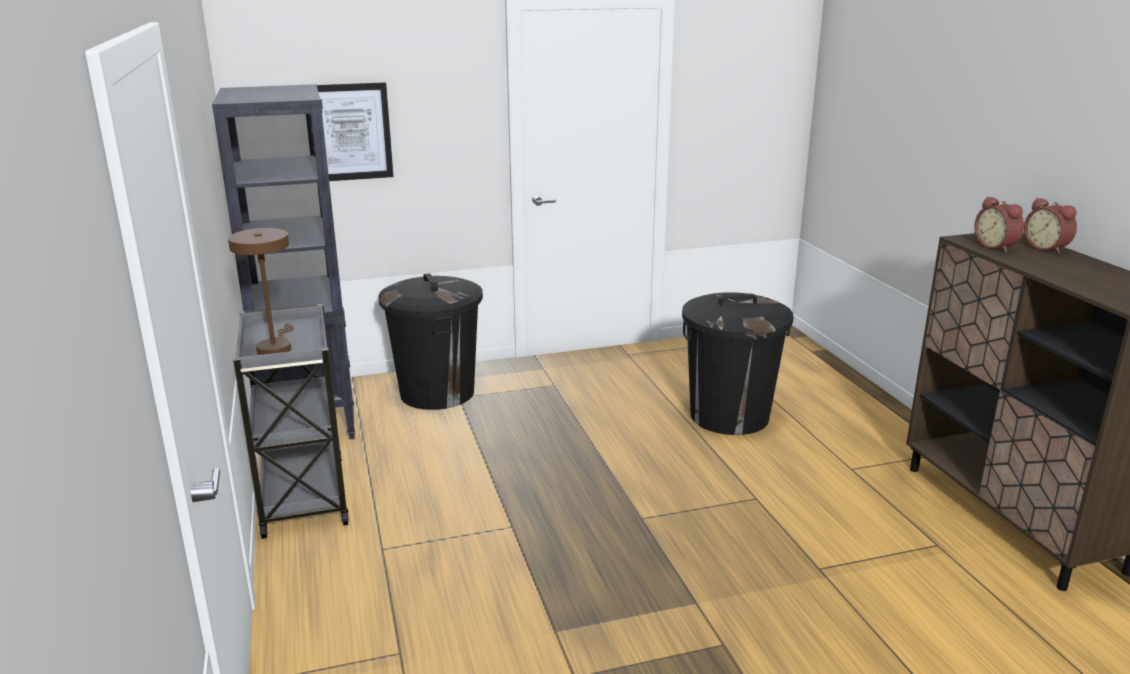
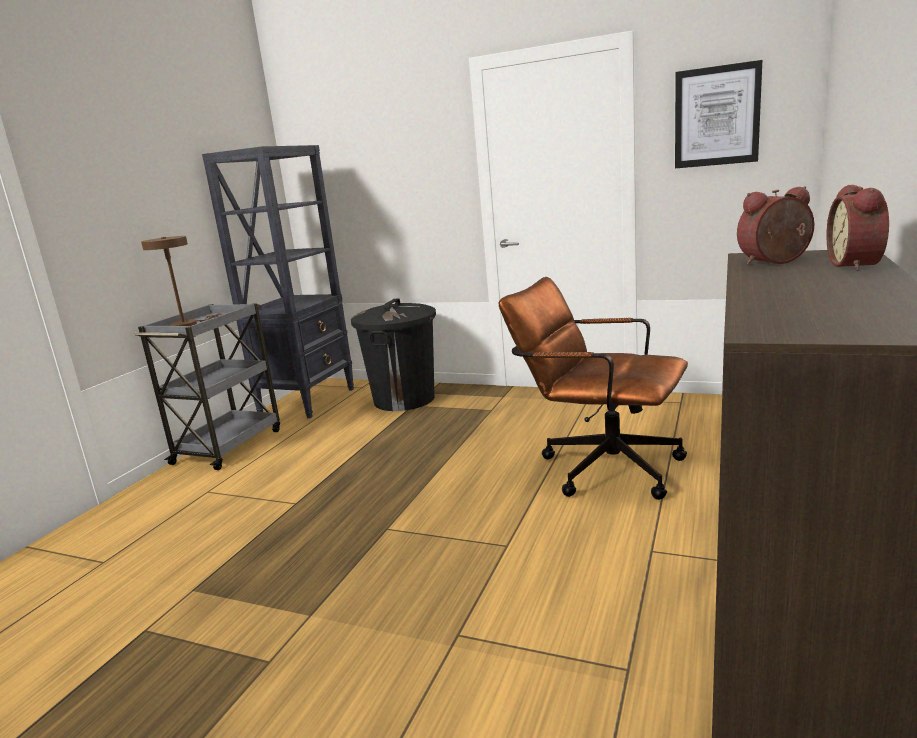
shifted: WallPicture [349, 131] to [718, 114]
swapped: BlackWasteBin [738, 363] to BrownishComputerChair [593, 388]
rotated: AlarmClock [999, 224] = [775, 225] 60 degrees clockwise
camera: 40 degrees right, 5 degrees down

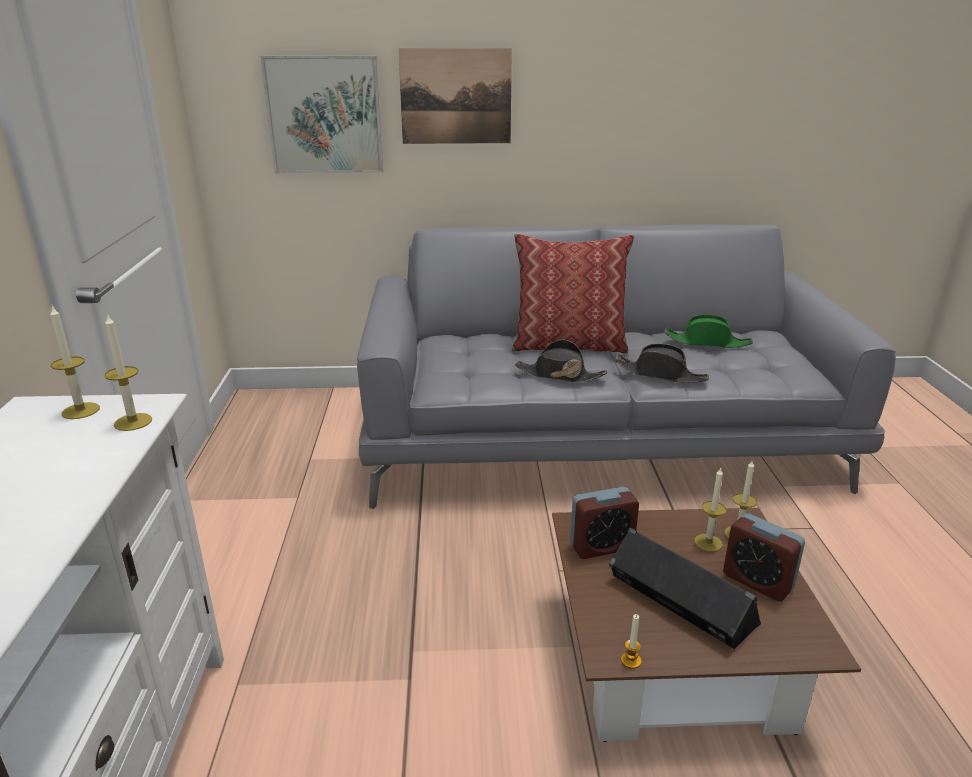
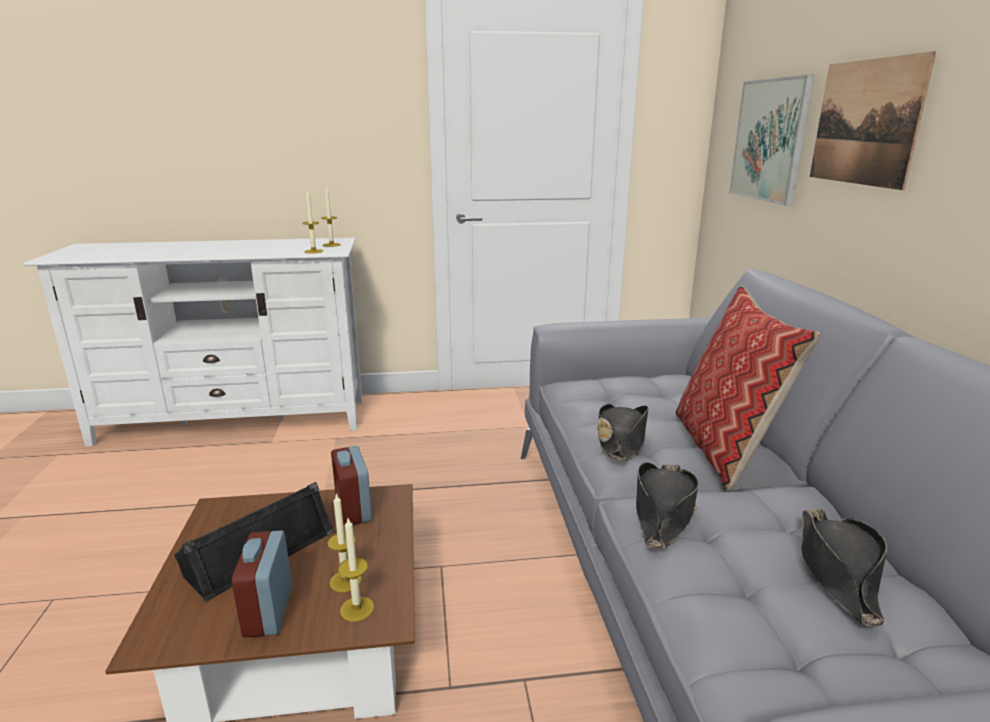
gone: Candle [631, 641]
repainted: GreenColouredHat [708, 331] to BlackHat [844, 567]
rotated: AlarmClock [764, 557] = [262, 583] 45 degrees counterclockwise
camera: 85 degrees right, 5 degrees down

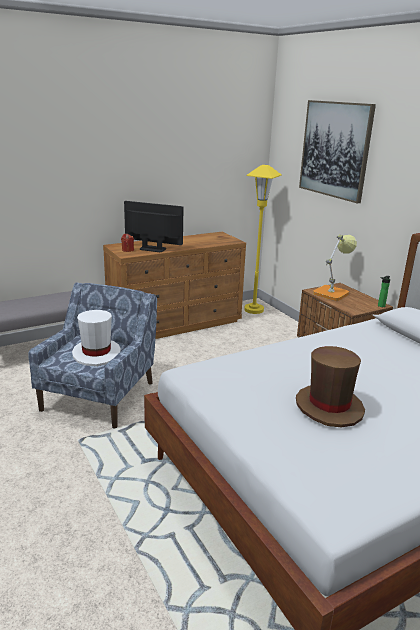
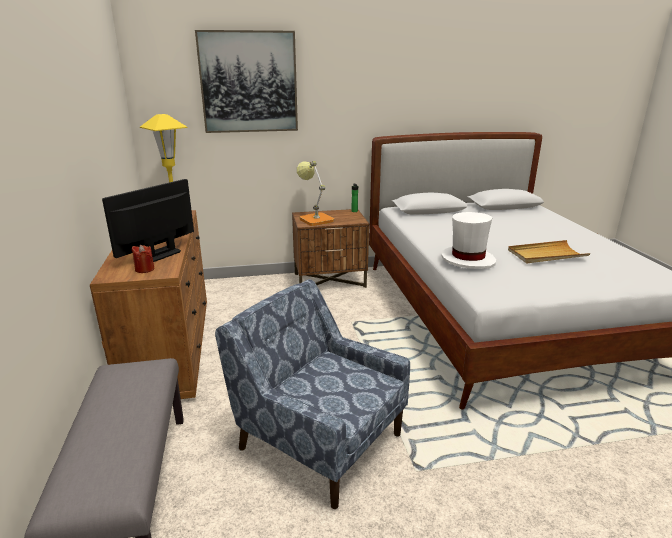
shifted: WhitishHat [96, 338] to [468, 240]
swapped: BrownishHat [330, 387] to BeigeTray [549, 251]
camera: 70 degrees left, 0 degrees up

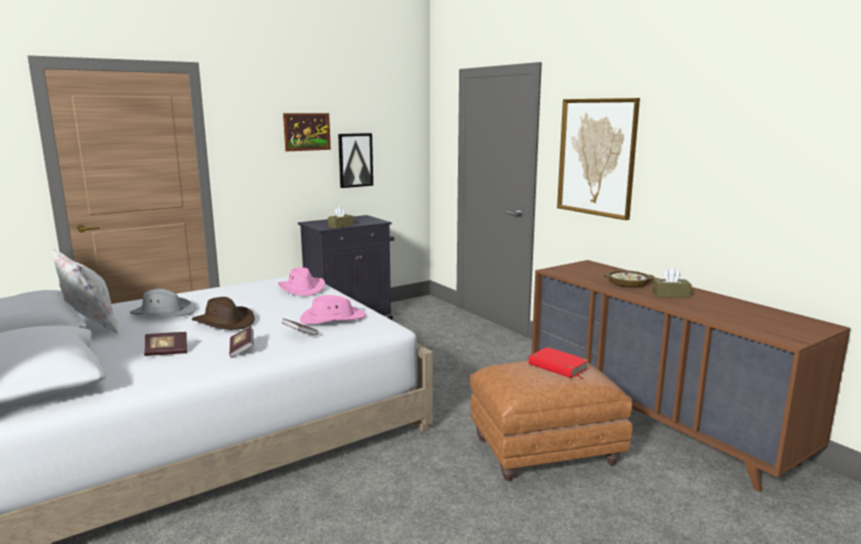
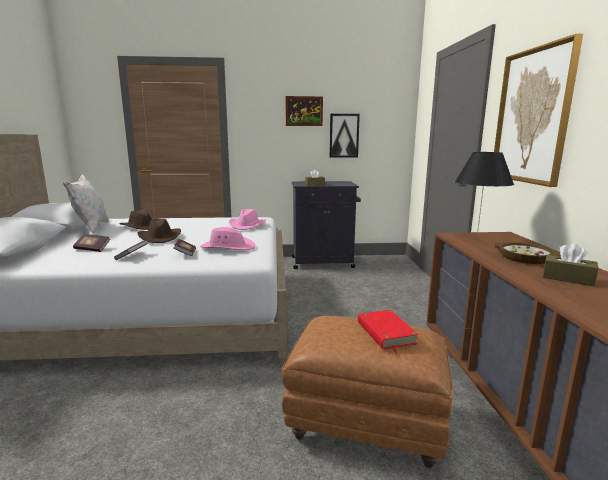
new: BlackTabletopLamp [484, 194]
repainted: GreyishHat [163, 302] to BrownishHat [139, 220]
camera: 30 degrees right, 0 degrees up

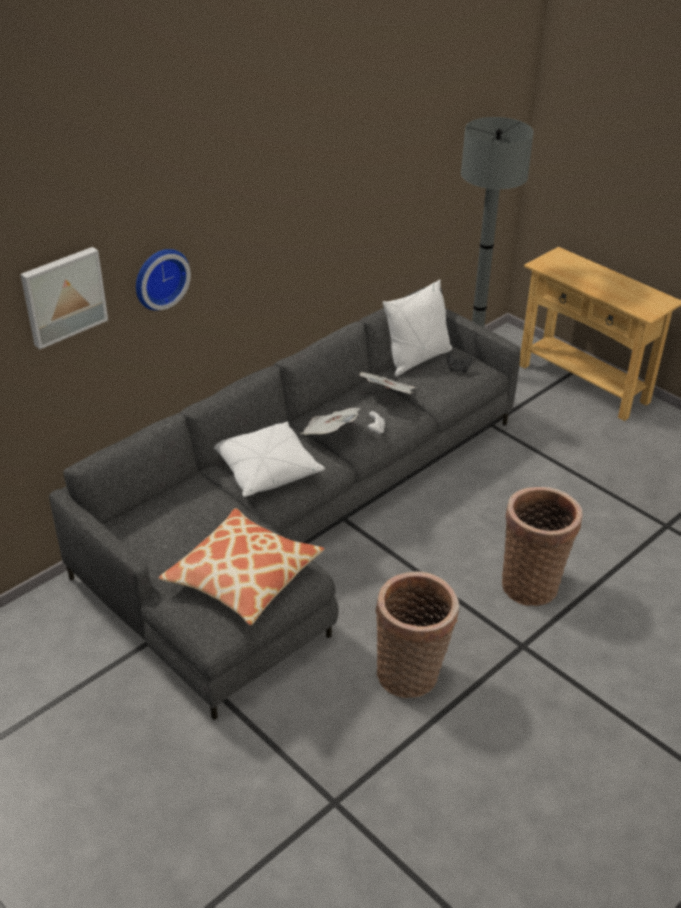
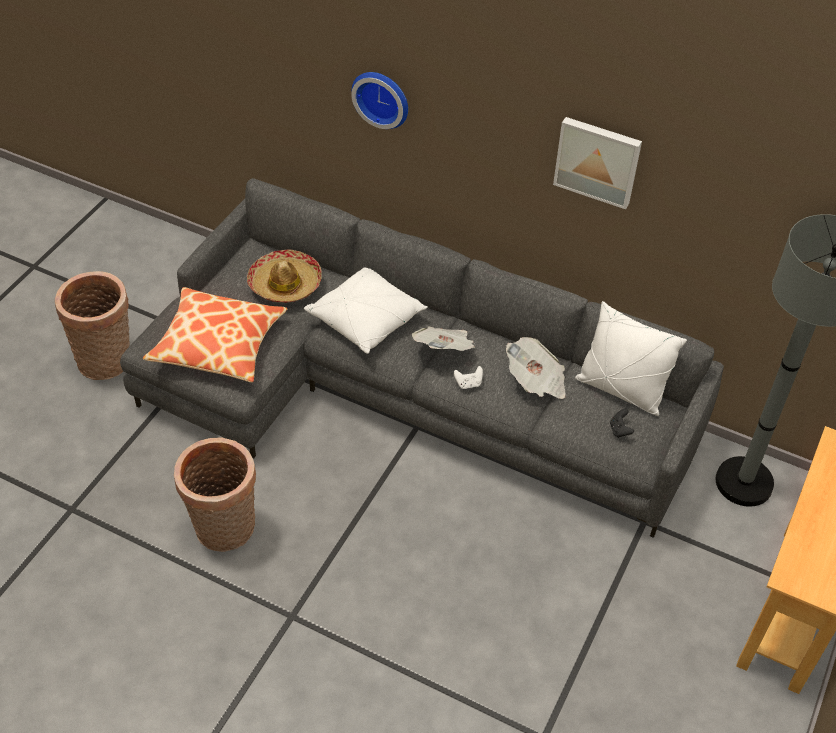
new: Hat [284, 276]
shifted: WallPicture [64, 298] to [597, 163]; Basket [542, 546] to [92, 325]
camera: 70 degrees right, 10 degrees up

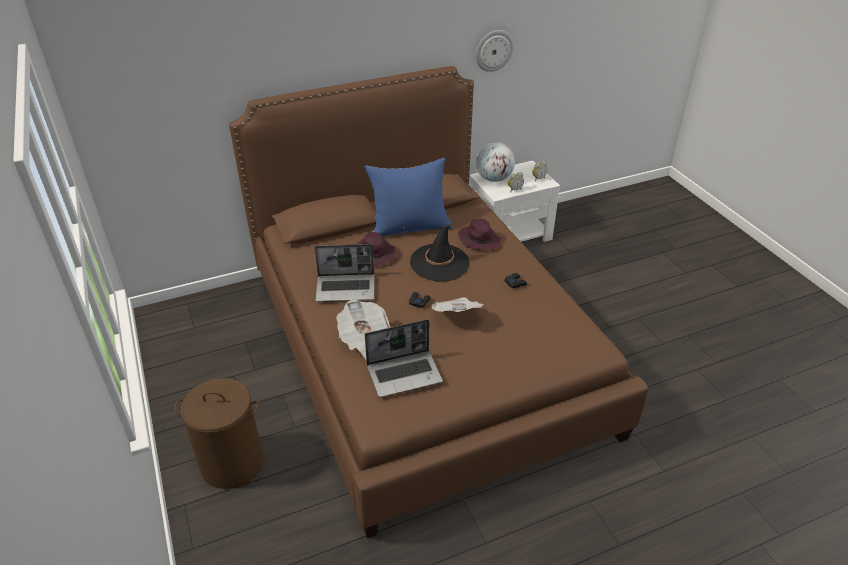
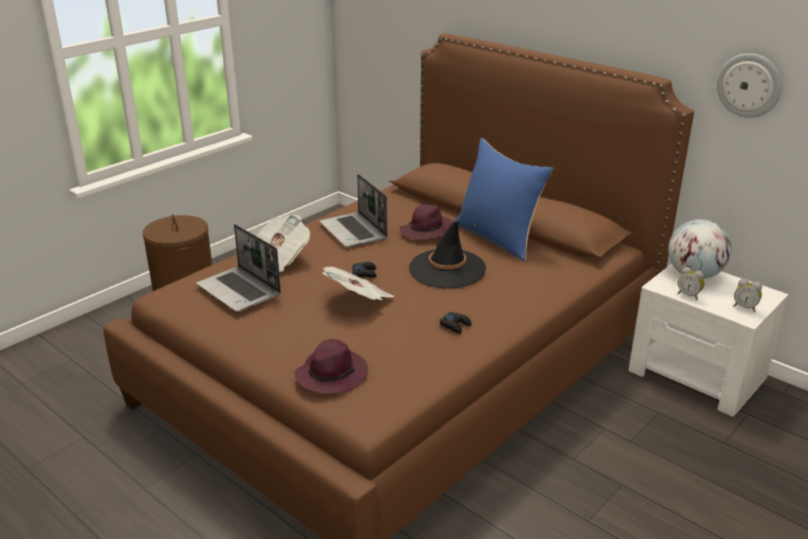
shifted: PurpleColouredHat [479, 234] to [331, 366]
camera: 65 degrees right, 10 degrees down

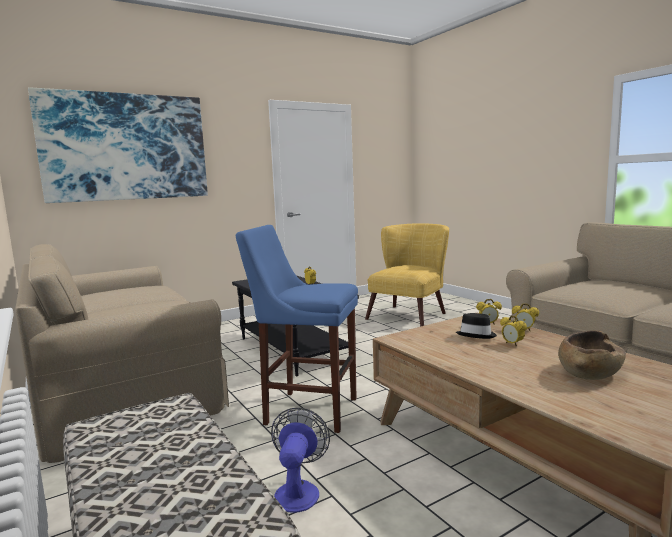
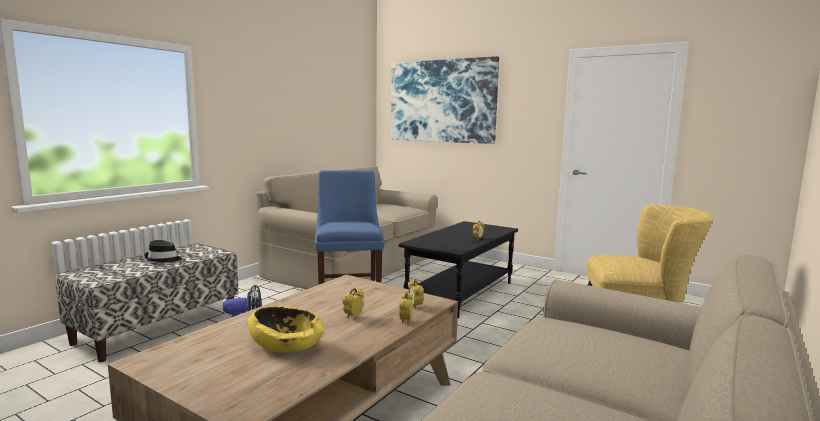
shifted: BlackHat [476, 326] to [163, 251]
repainted: BrownishBowl [592, 355] to YellowBowl [286, 329]
camera: 65 degrees right, 0 degrees up

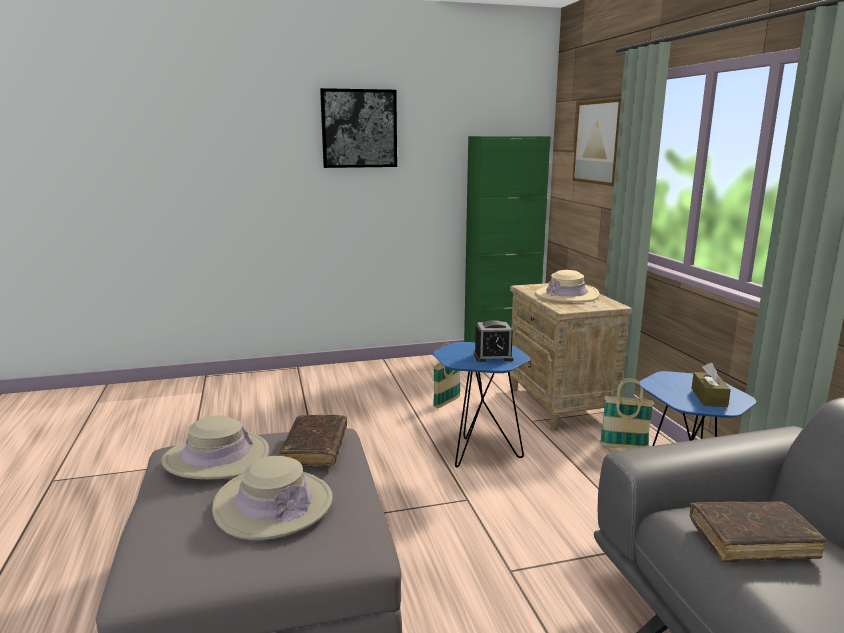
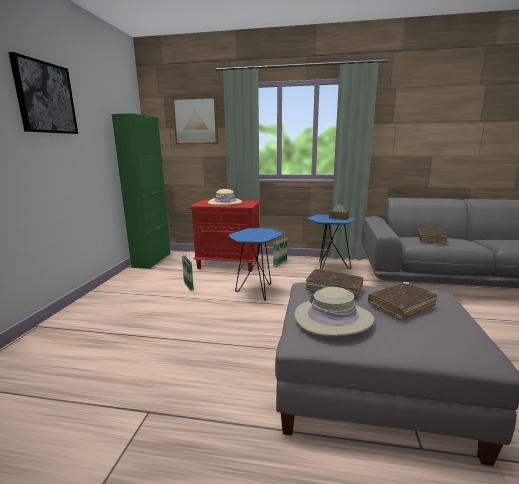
gone: AlarmClock [493, 341]
swapped: BeigeHat [272, 498] to BrownishBook [402, 301]
repainted: BeigeNightTable [569, 356] to RedNightTable [225, 236]
camera: 65 degrees left, 0 degrees up

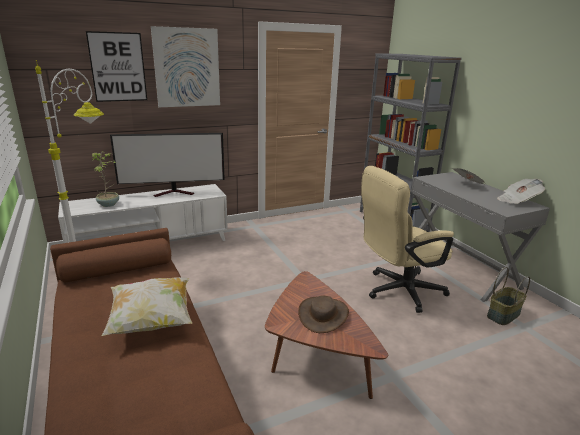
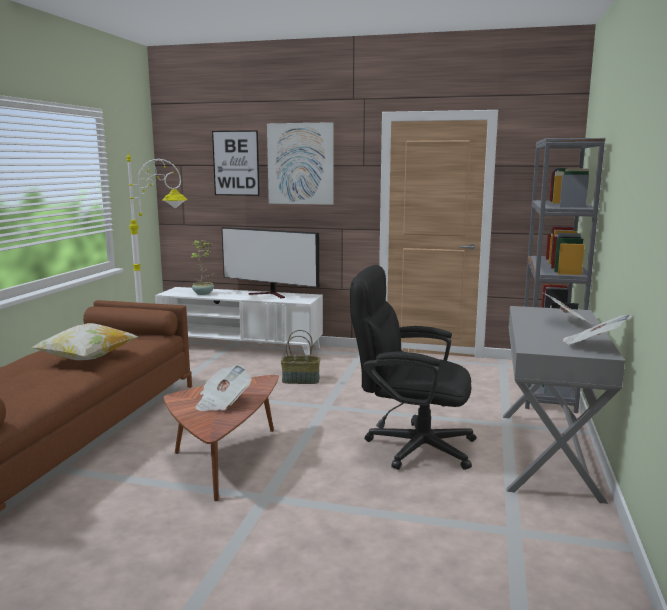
shifted: Basket [508, 296] to [300, 357]
swapped: BrownishHat [323, 314] to DailyPaper [223, 388]
repainted: BeigeComputerChair [407, 239] to BlackComputerChair [413, 367]
camera: 40 degrees right, 10 degrees down

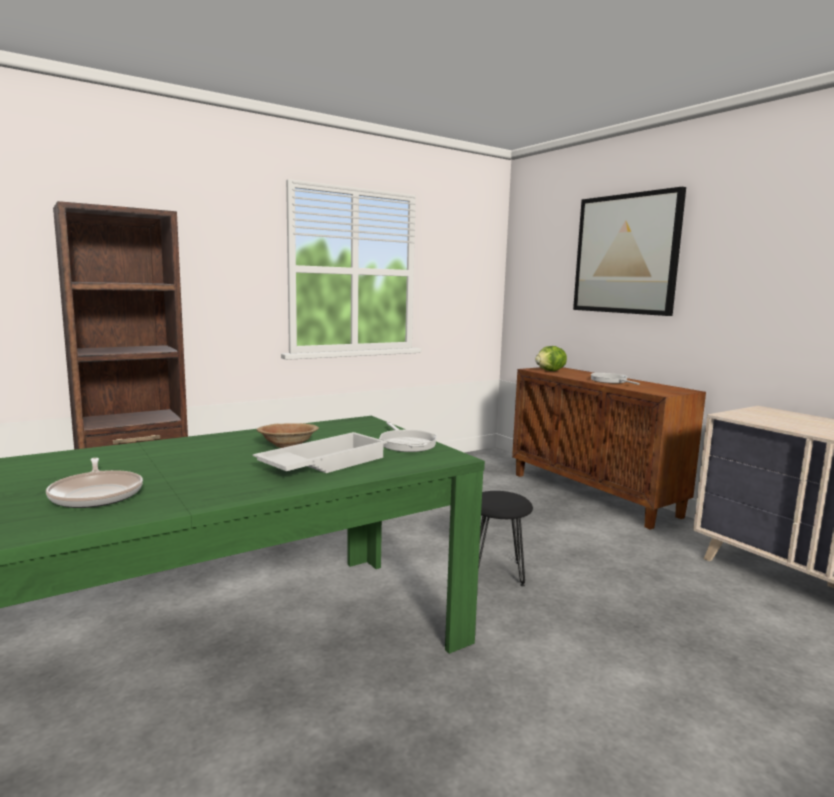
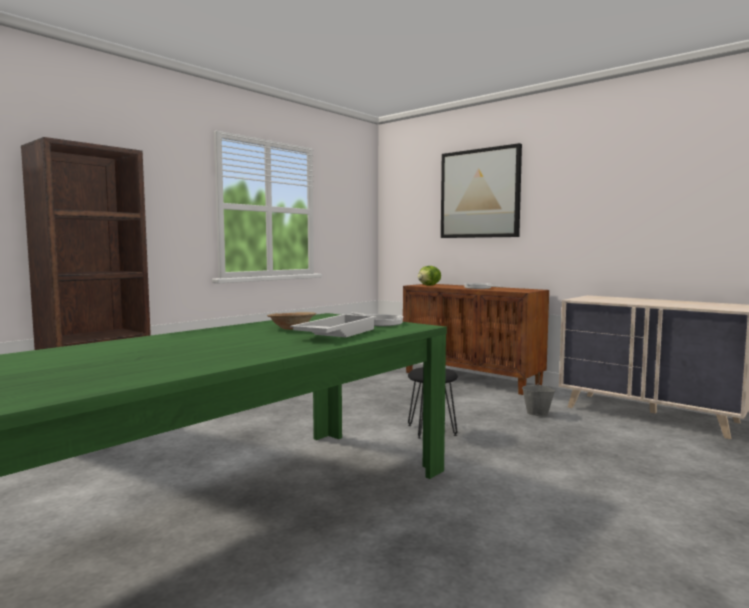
gone: FryingPan [94, 483]
new: GreyishPail [538, 394]
camera: 15 degrees left, 5 degrees down

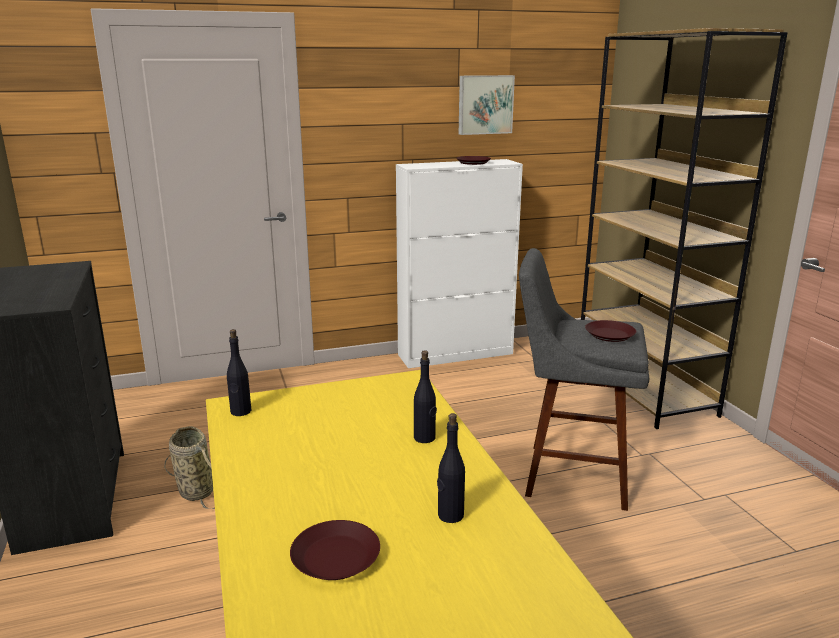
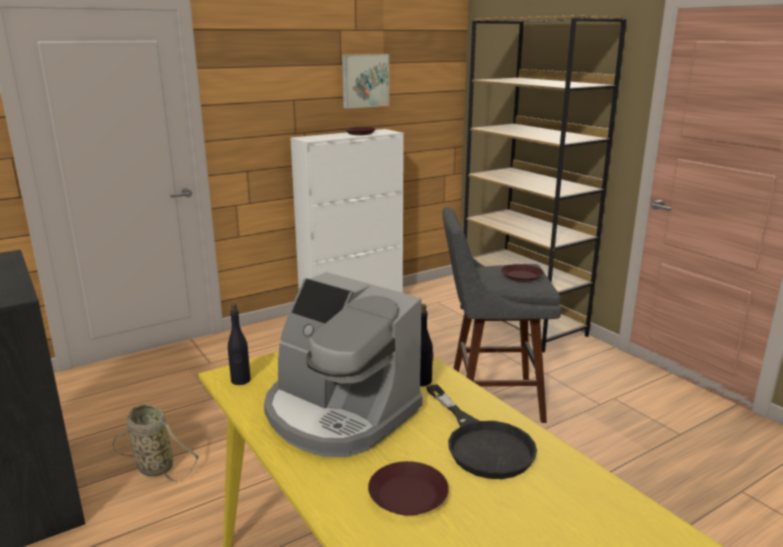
new: CoffeeBrewer [343, 364]
swapped: BlackBeverageBottle [451, 468] to BlackFryingPan [481, 431]
camera: 15 degrees left, 0 degrees up

